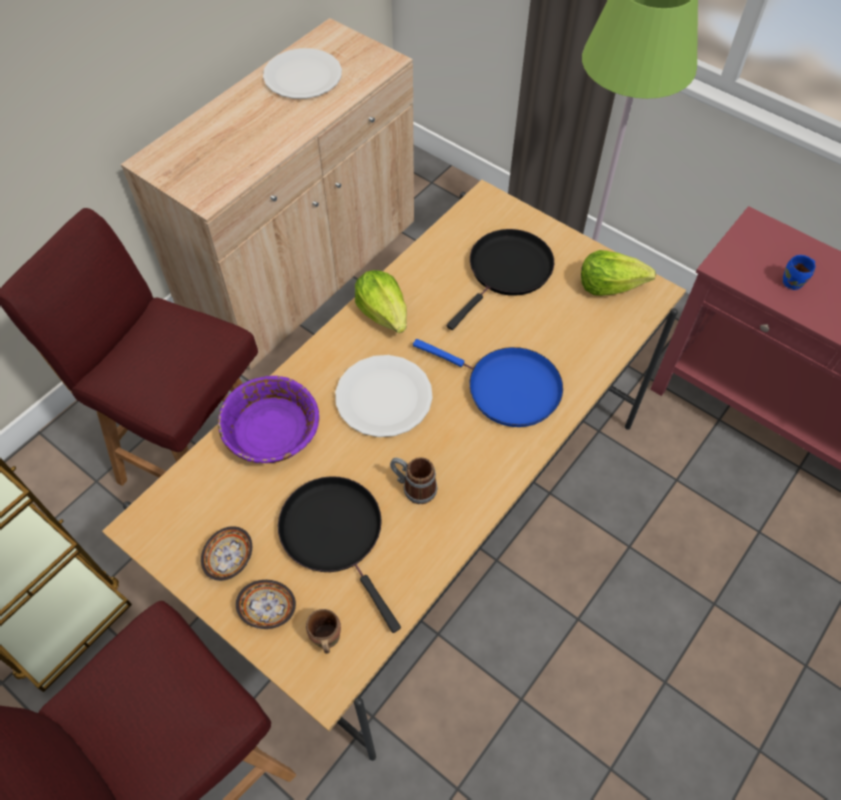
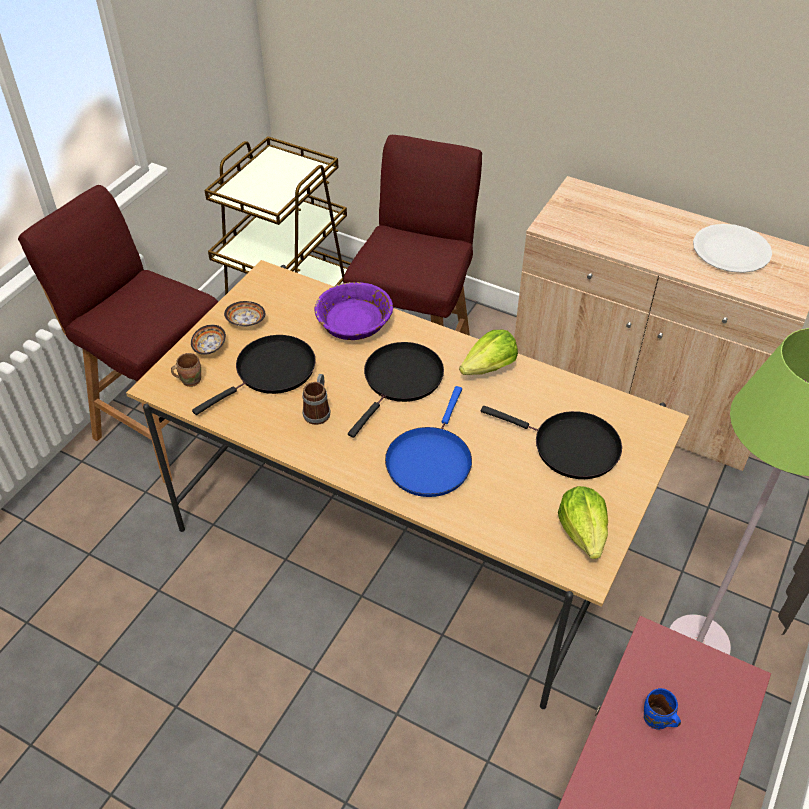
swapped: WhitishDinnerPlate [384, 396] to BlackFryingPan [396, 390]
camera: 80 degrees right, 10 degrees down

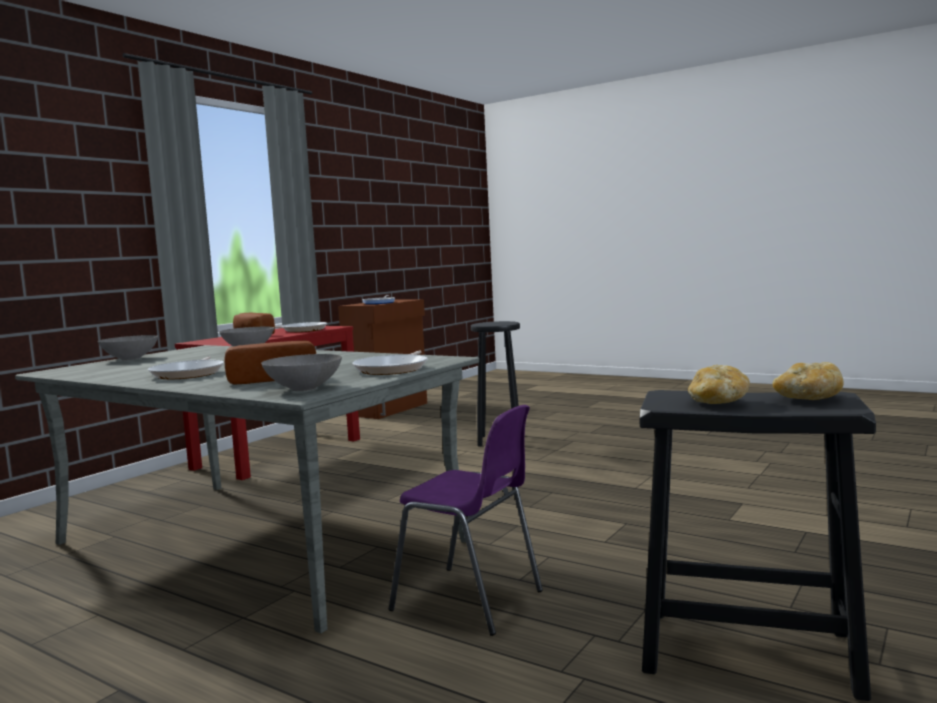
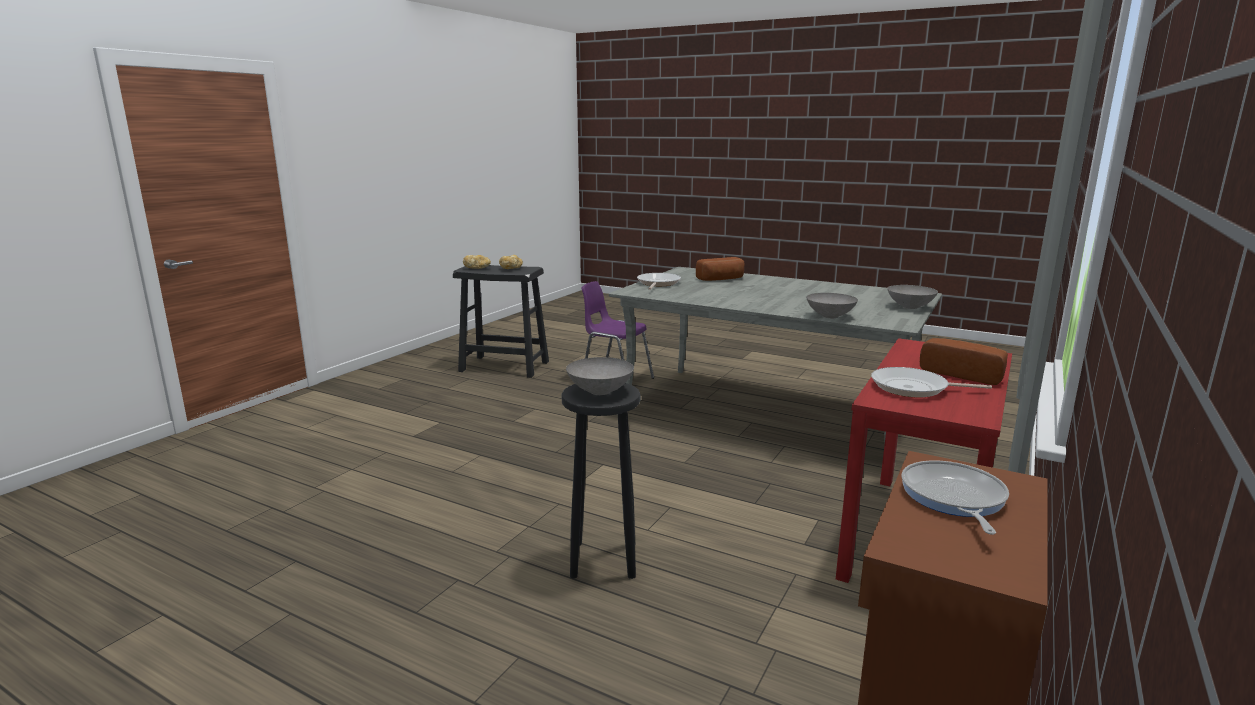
gone: FryingPan [186, 367]
shifted: GreyishBowl [301, 372] to [600, 376]
camera: 175 degrees right, 10 degrees up

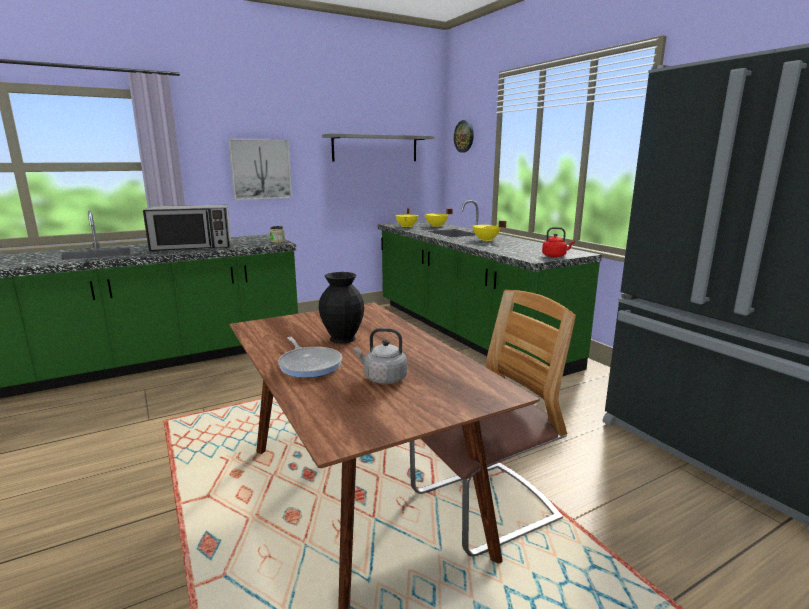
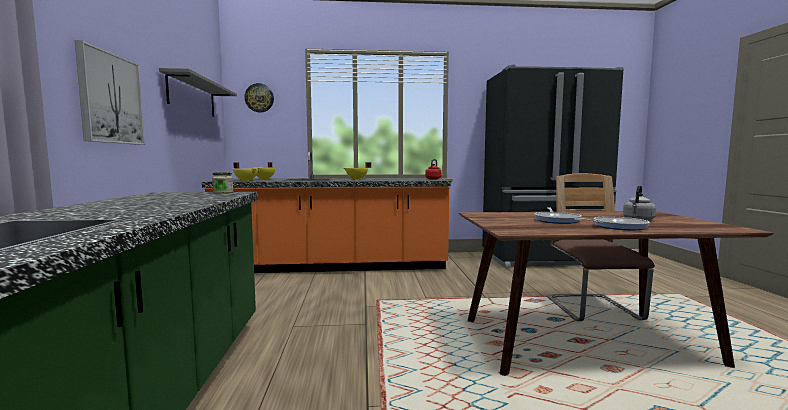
gone: Microwave [187, 228]
swapped: BlackFlowerVase [341, 308] to FryingPan [558, 215]
repainted: GreenColouredCounter [490, 288] to OrangeColouredCounter [326, 212]
camera: 65 degrees left, 10 degrees down

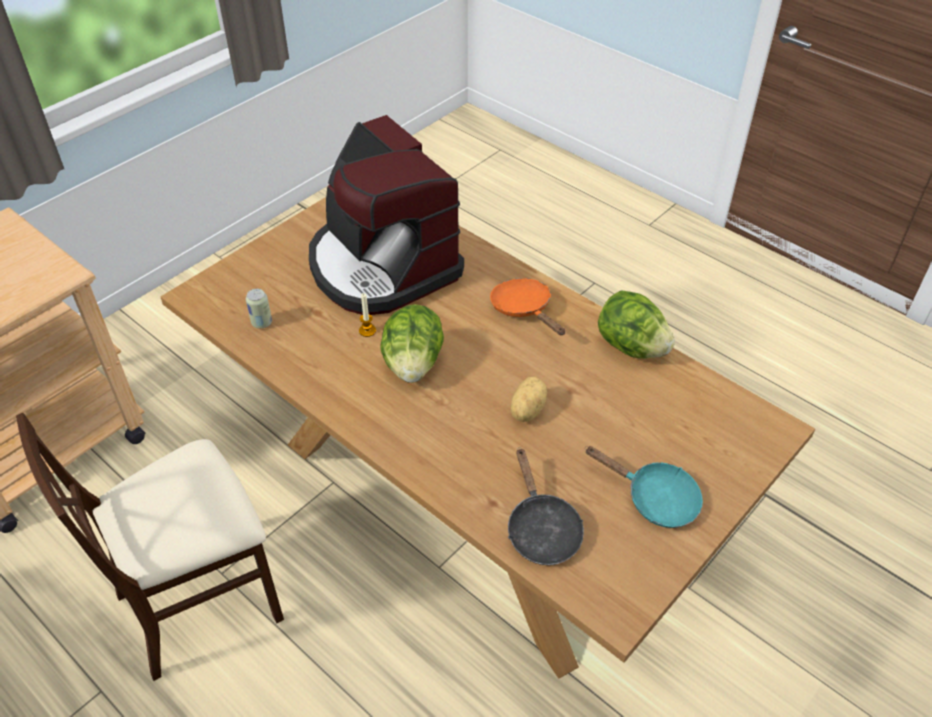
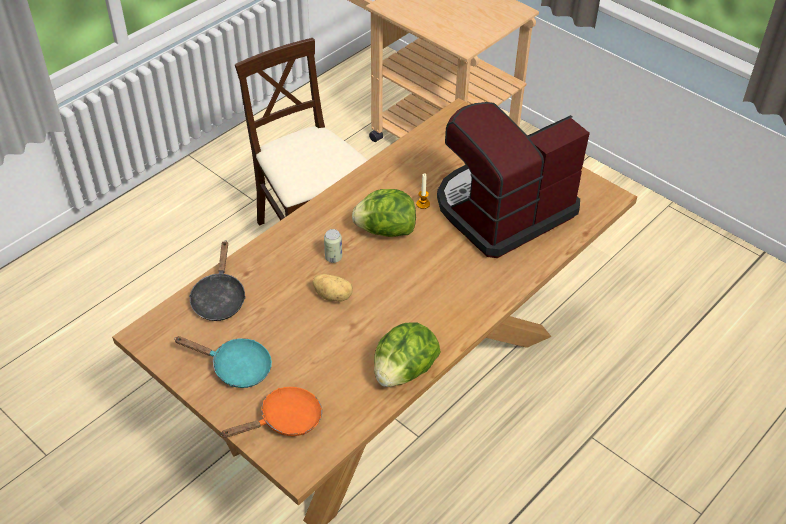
shifted: MetalCan [259, 308] to [333, 246]; OrangeColouredFryingPan [527, 306] to [271, 412]
rotated: BlackFryingPan [546, 506] = [217, 280] 75 degrees counterclockwise; BlueGreenFryingPan [644, 487] = [223, 362] 105 degrees counterclockwise
camera: 90 degrees right, 0 degrees up

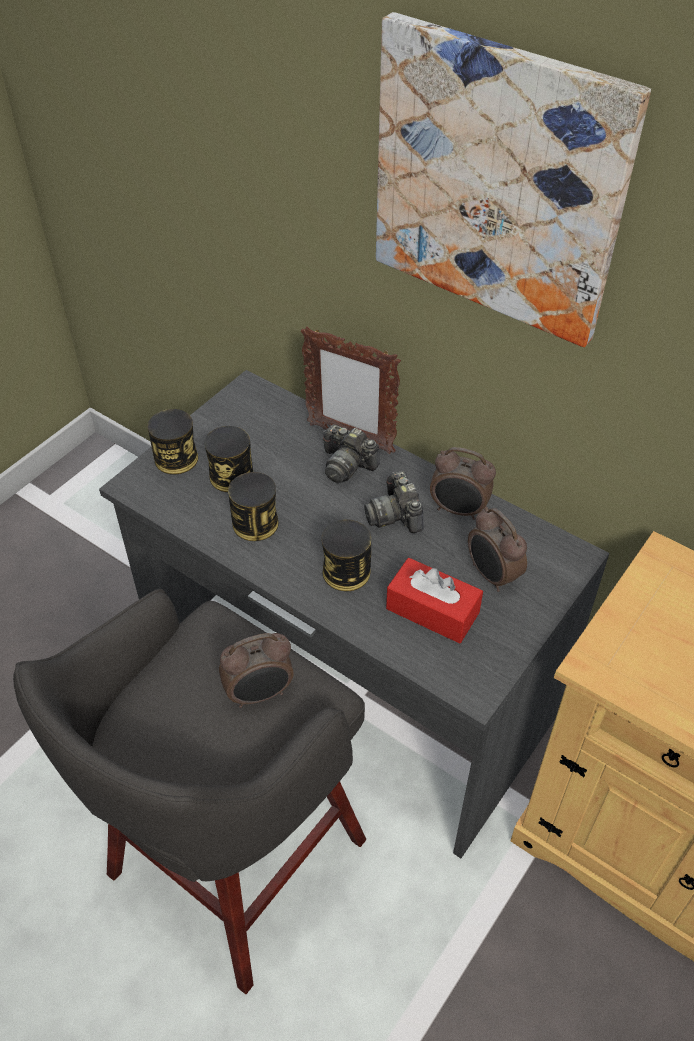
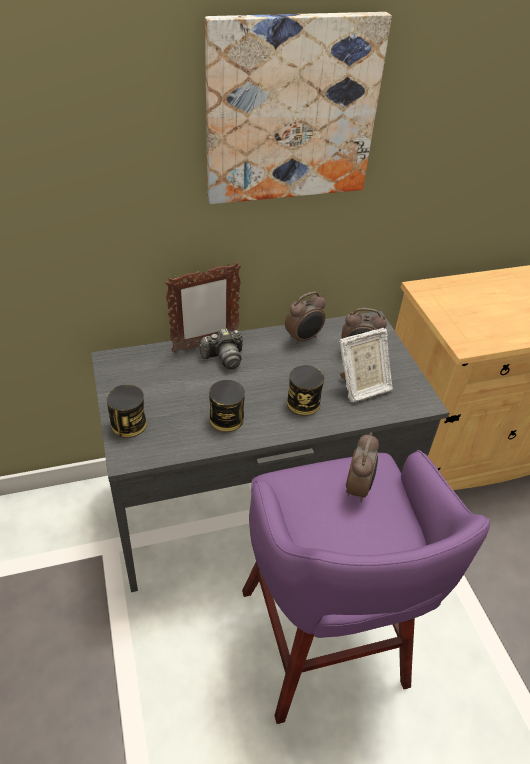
gone: MetalCan [228, 459]; StillCamera [394, 502]
swapped: RedTissueHolder [434, 600] to StandingFrame [366, 365]
repainted: GreyishStool [189, 791] to PurpleColouredStool [366, 587]
camera: 55 degrees left, 5 degrees down

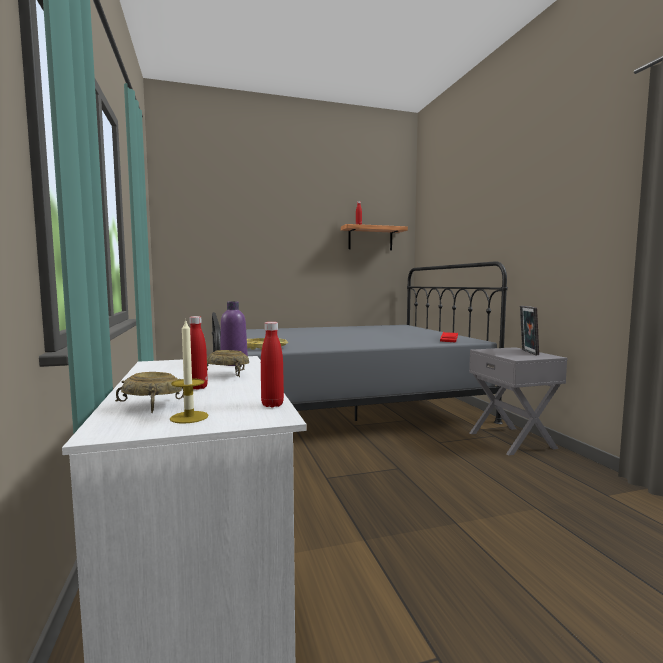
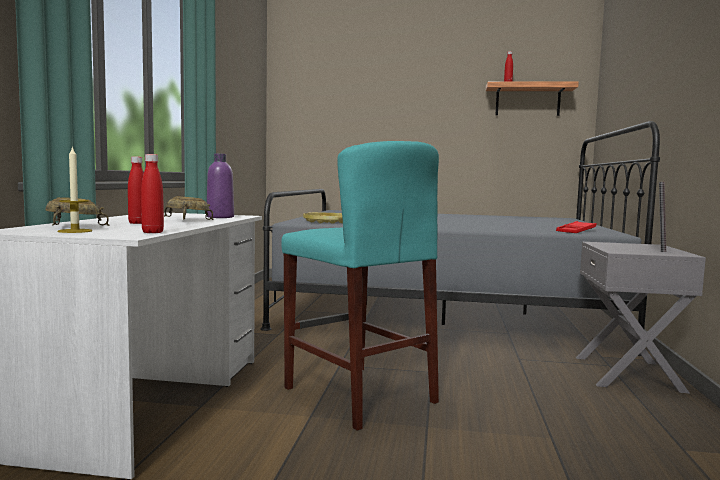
new: BlueGreenStool [360, 286]
camera: 25 degrees right, 0 degrees up

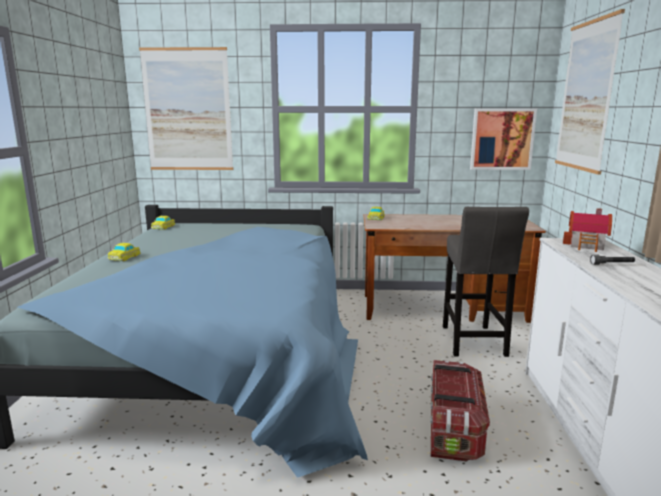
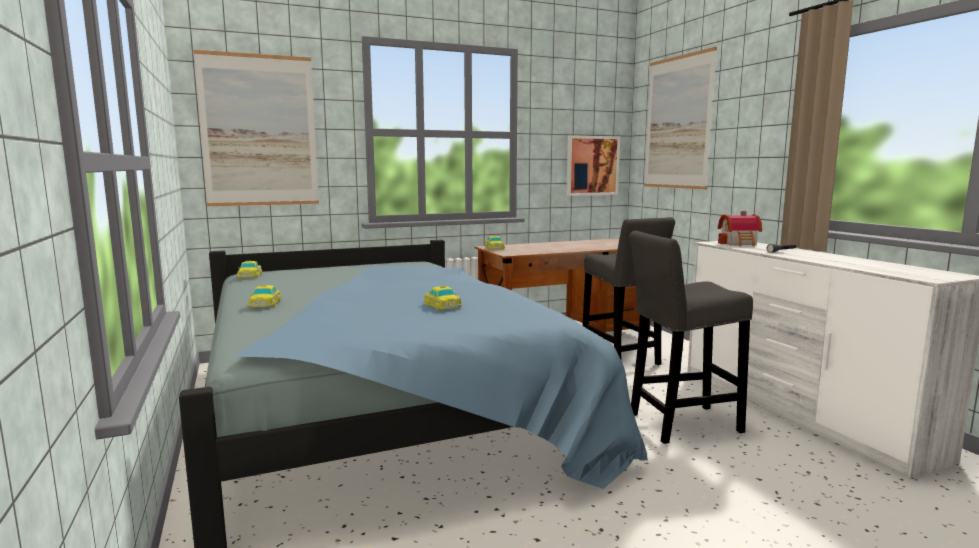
new: ModelCar [442, 298]
swapped: StorageBox [460, 410] to GreyishStool [691, 337]
camera: 25 degrees left, 5 degrees down

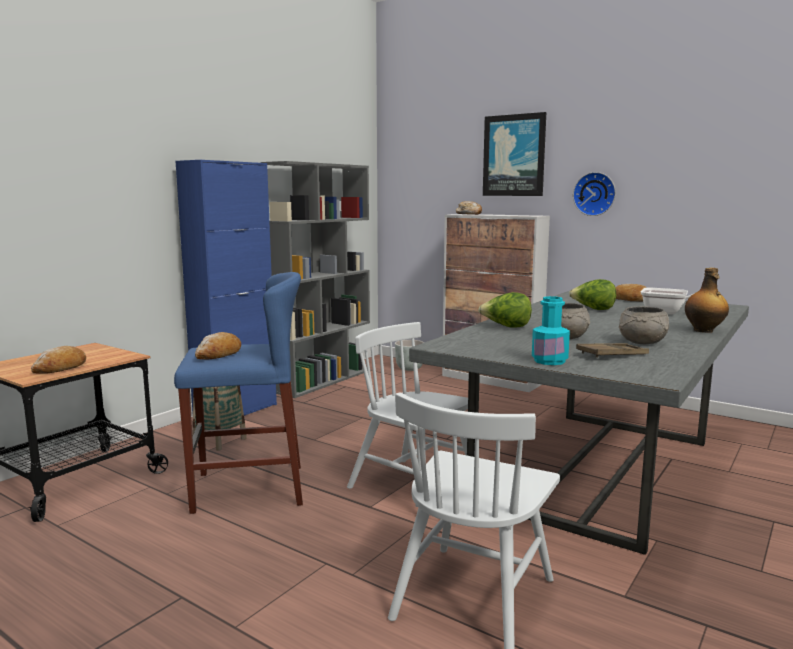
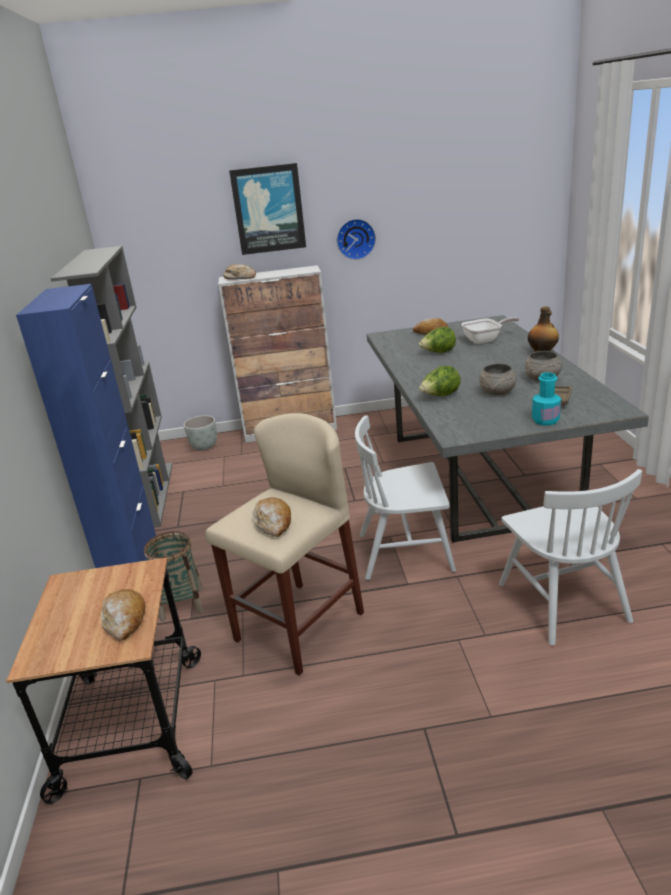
repainted: BlueStool [238, 393] to BeigeStool [284, 544]
camera: 40 degrees left, 15 degrees up

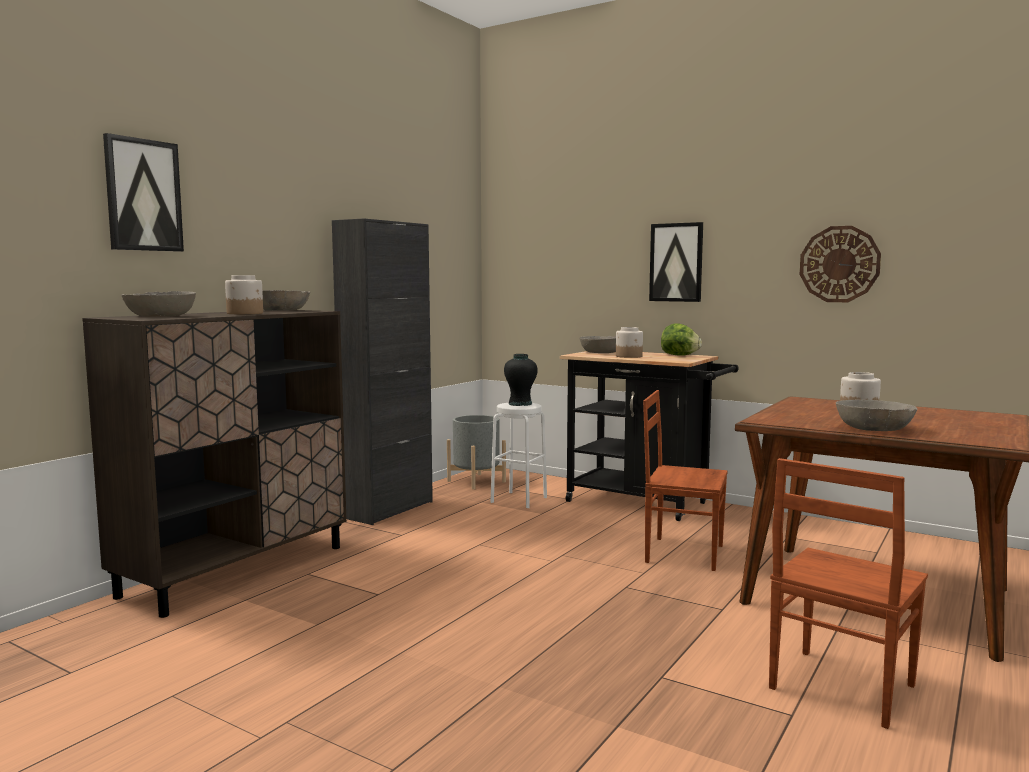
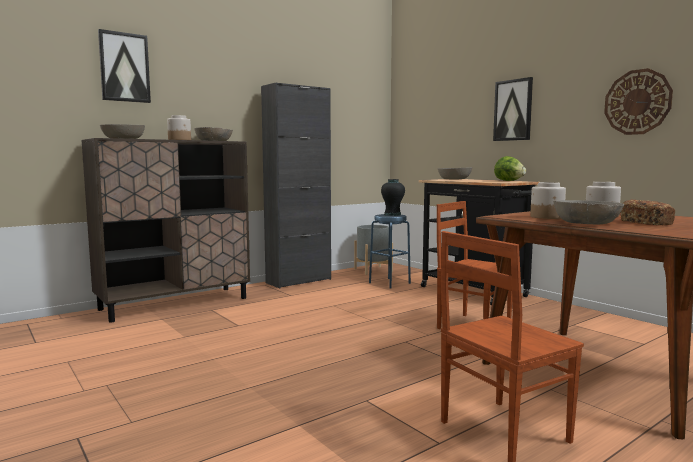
new: Bread [647, 212]
shifted: PreserveJar [629, 342] to [548, 200]
repainted: WhitishStool [518, 455] to BlueStool [390, 251]
camera: 20 degrees right, 0 degrees up

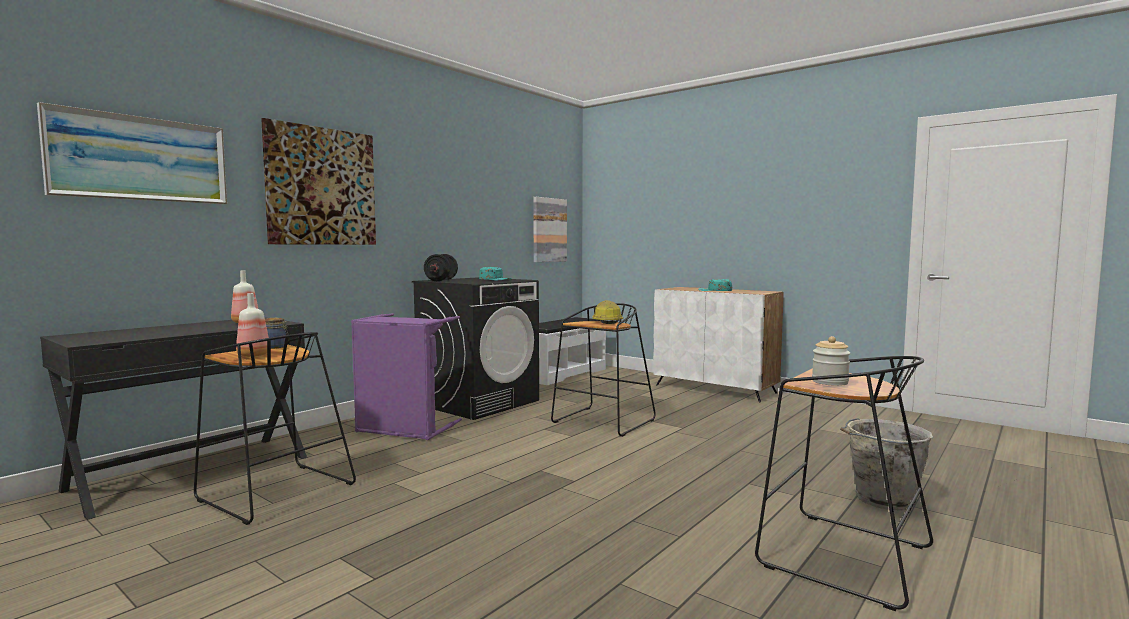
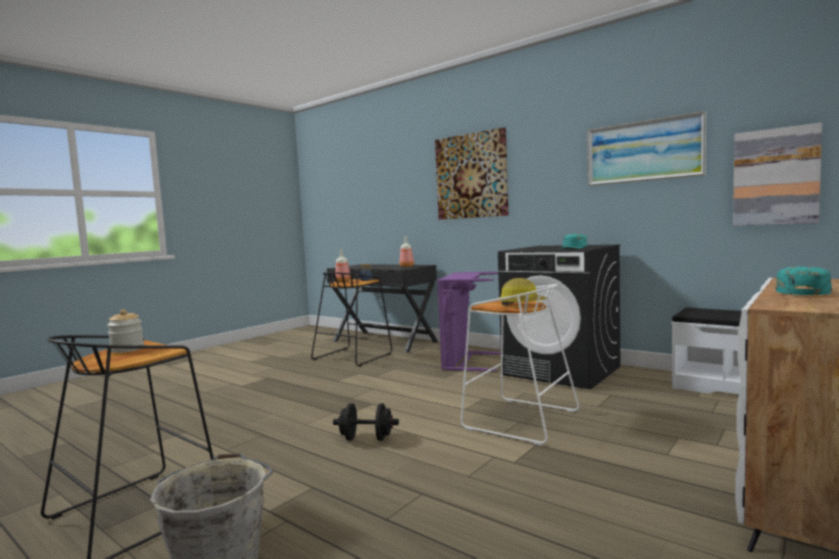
shifted: WallPicture [132, 153] to [646, 148]; BlackDumbbell [441, 267] to [366, 422]
repainted: BlackStool [603, 370] to WhitishStool [520, 364]
camera: 90 degrees right, 0 degrees up

